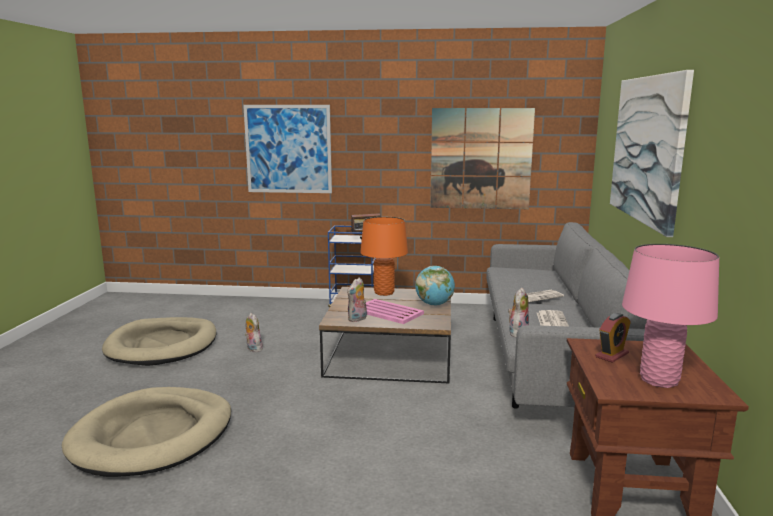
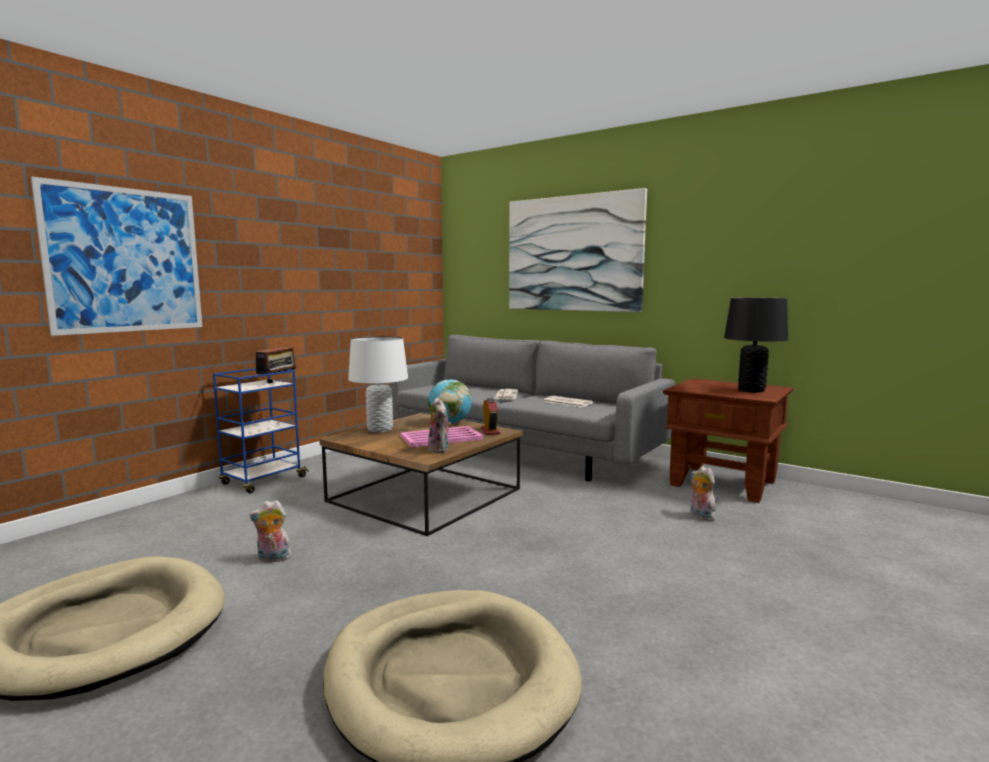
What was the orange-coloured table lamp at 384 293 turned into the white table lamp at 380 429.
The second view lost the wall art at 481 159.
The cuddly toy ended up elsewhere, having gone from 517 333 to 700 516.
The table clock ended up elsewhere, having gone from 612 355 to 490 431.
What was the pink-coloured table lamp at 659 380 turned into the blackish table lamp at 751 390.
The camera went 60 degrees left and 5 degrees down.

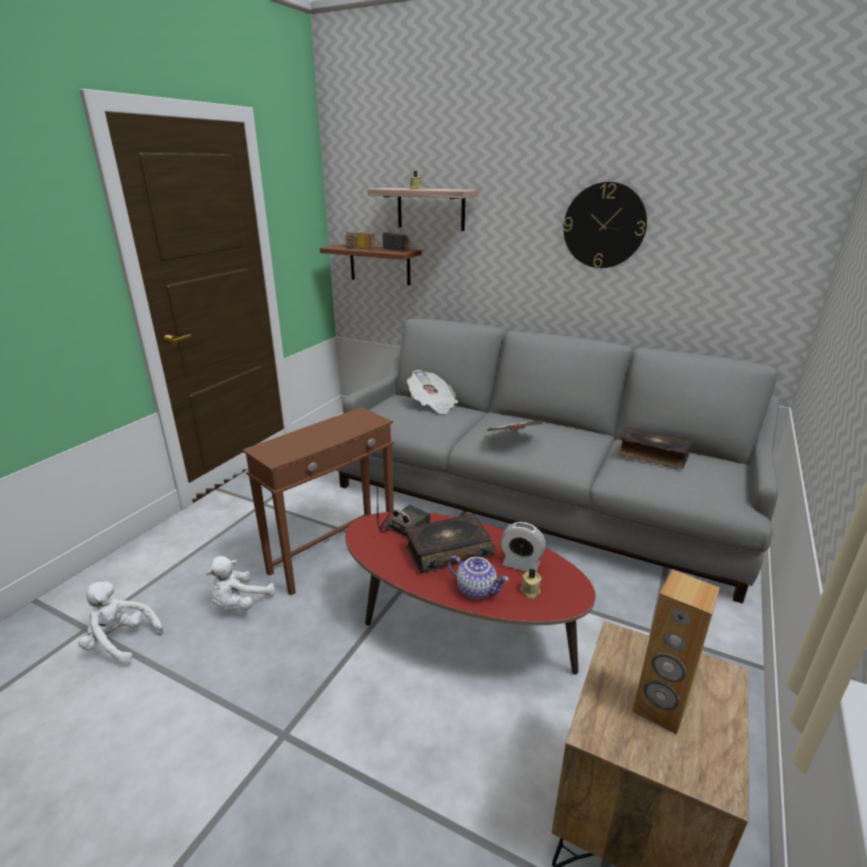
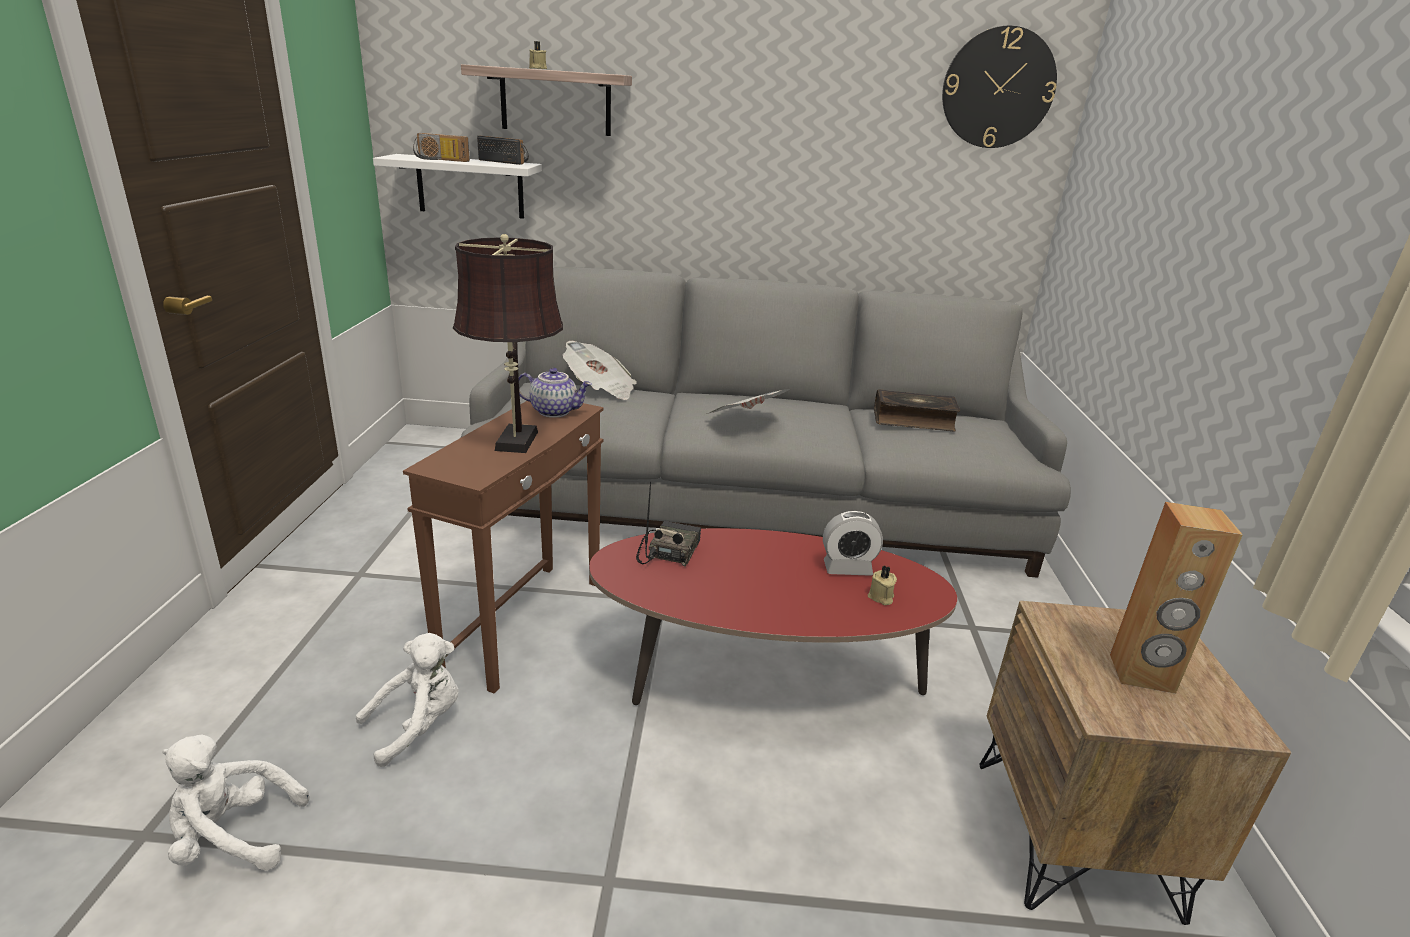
The white cuddly toy at 240 604 ended up facing another way, 135 degrees counterclockwise from before.
What was the brown wall shelf at 380 264 turned into the white wall shelf at 470 187.
The second view lost the book at 448 551.
The pot for tea ended up elsewhere, having gone from 477 590 to 555 411.
The clock on the wall ended up elsewhere, having gone from 604 226 to 998 88.
The second view gained the brown table lamp at 515 443.
The camera went 25 degrees left and 0 degrees up.

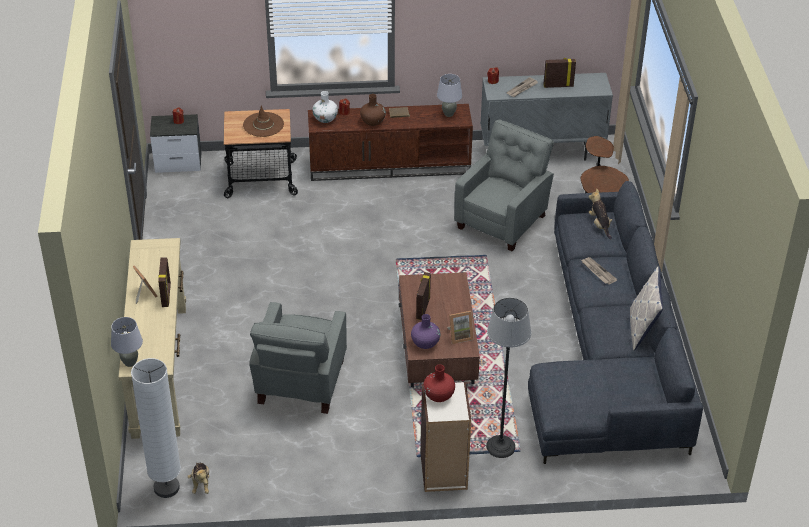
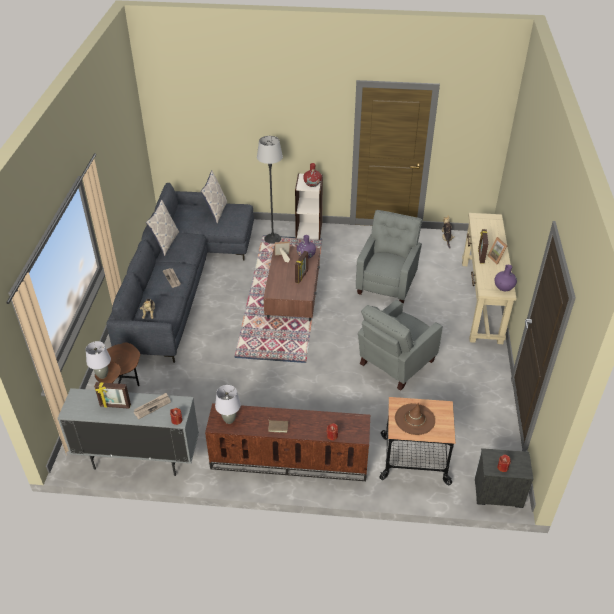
The gray table lamp ended up elsewhere, having gone from 130 363 to 102 375.
The second view lost the white floor lamp at 166 488.
The second view lost the white flower vase at 325 119.
The second view lost the brown flower vase at 372 121.
The gray armchair ended up elsewhere, having gone from 503 220 to 395 363.
The second view gained the cushion at 216 212.
The second view gained the purple flower vase at 503 287.
The camera went 170 degrees left and 0 degrees up.

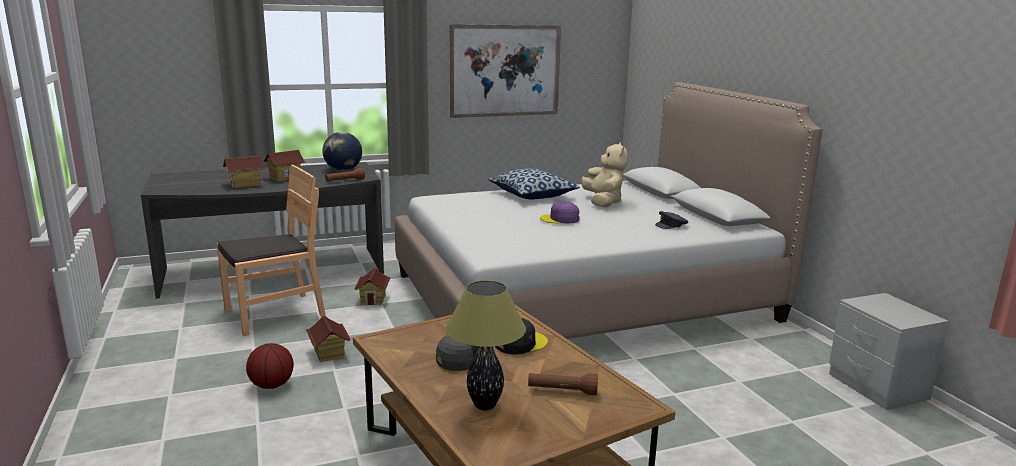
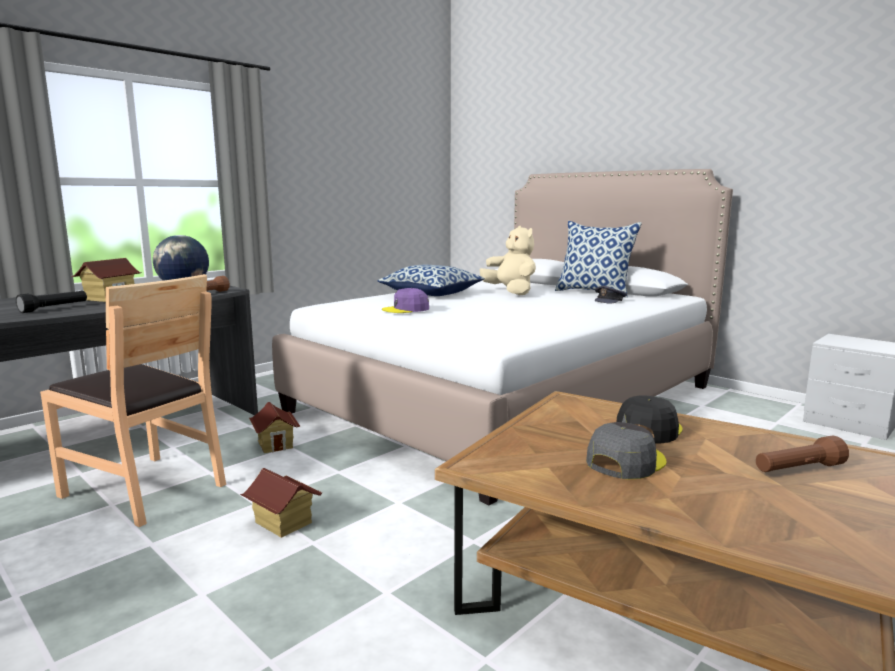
The brown chair at 274 313 ended up facing another way, 90 degrees clockwise from before.
Where the toy house stood at 245 184, the blackish torch came to stand at 54 308.
The second view lost the ball for basketball at 272 385.
The second view lost the table lamp at 485 405.
The second view lost the wall art at 505 71.
The purple baseball cap ended up elsewhere, having gone from 560 219 to 406 309.
The second view gained the cushion at 594 292.
The camera went 25 degrees left and 5 degrees down.

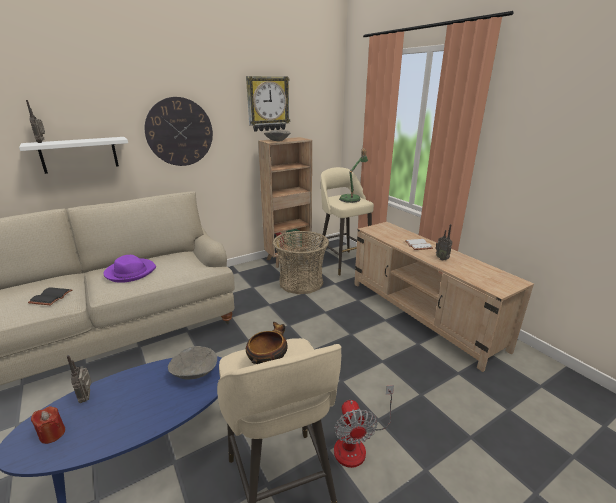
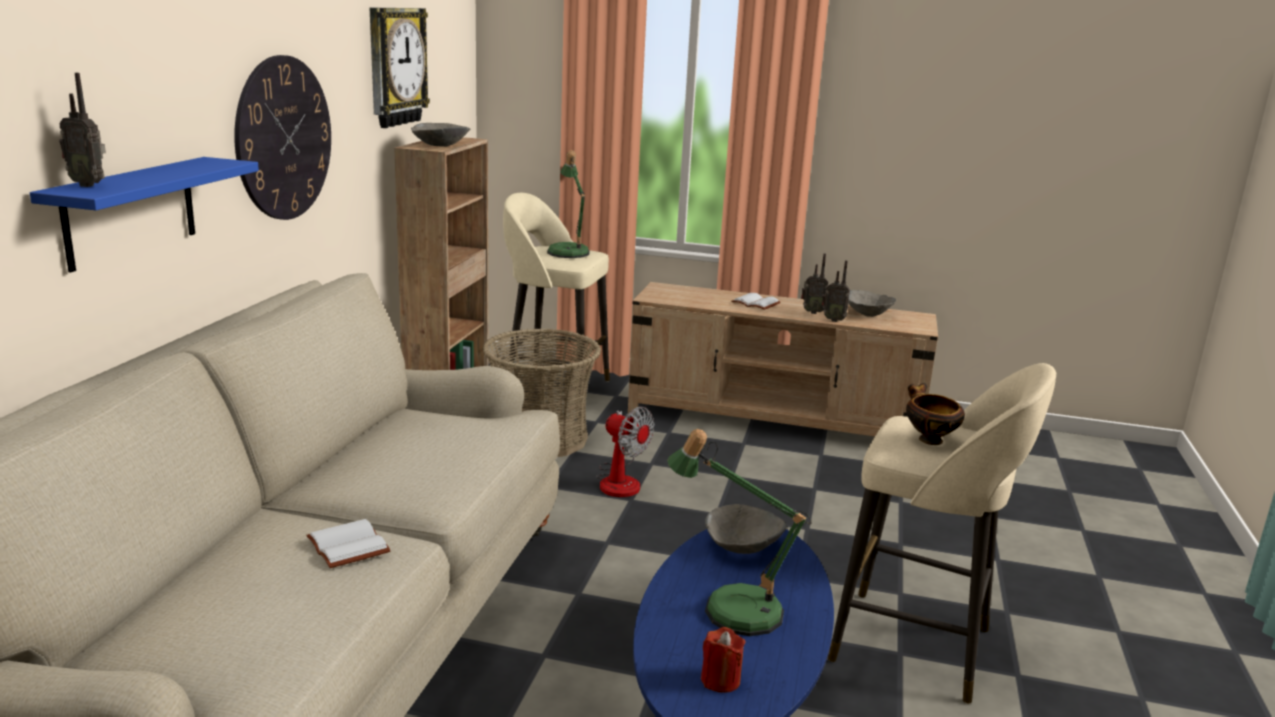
What was the white wall shelf at 79 154 turned into the blue-coloured wall shelf at 131 212.
What was the blackish book at 51 297 turned into the white book at 345 546.
The radio ended up elsewhere, having gone from 87 397 to 833 320.
The second view lost the purple hat at 130 272.
The cooling fan ended up elsewhere, having gone from 357 444 to 620 480.
The second view gained the table lamp at 732 606.
The second view gained the gray serving bowl at 867 314.
The camera went 45 degrees left and 5 degrees down.

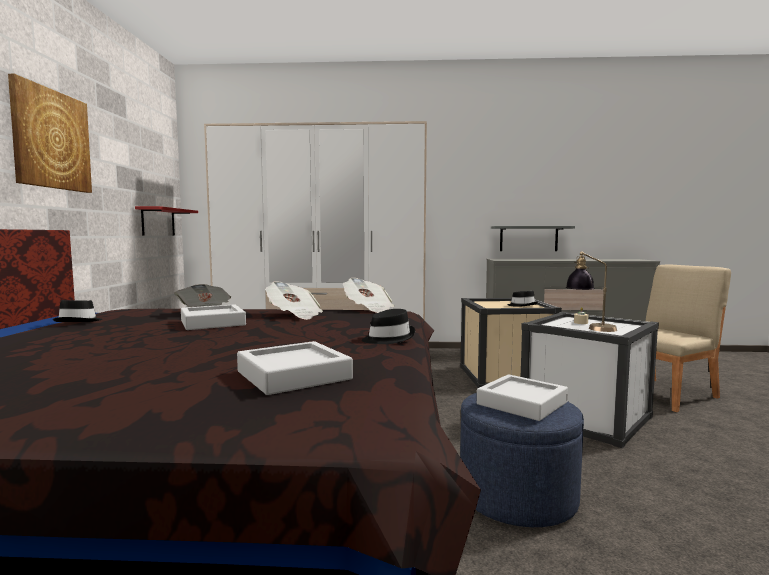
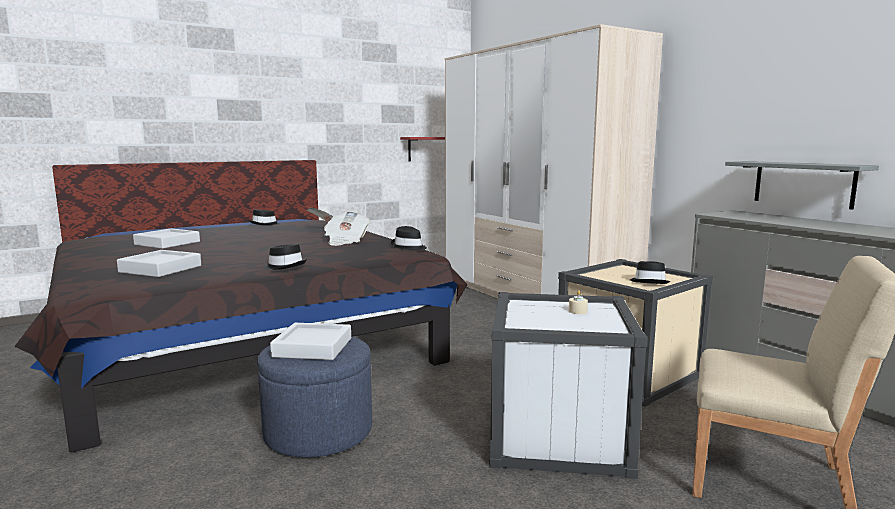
The second view lost the wall art at 51 139.
The gray carrying tray ended up elsewhere, having gone from 212 323 to 167 243.
Where the printed paper stood at 368 309, the blackish hat came to stand at 409 247.
The second view lost the table lamp at 590 328.
The camera went 55 degrees right and 5 degrees up.

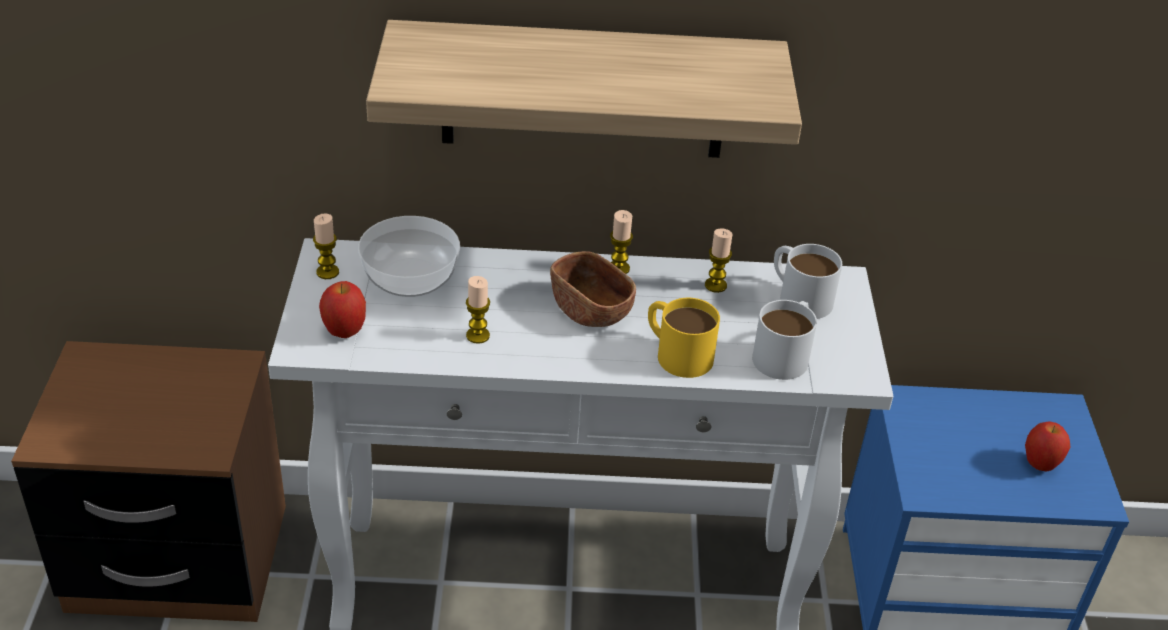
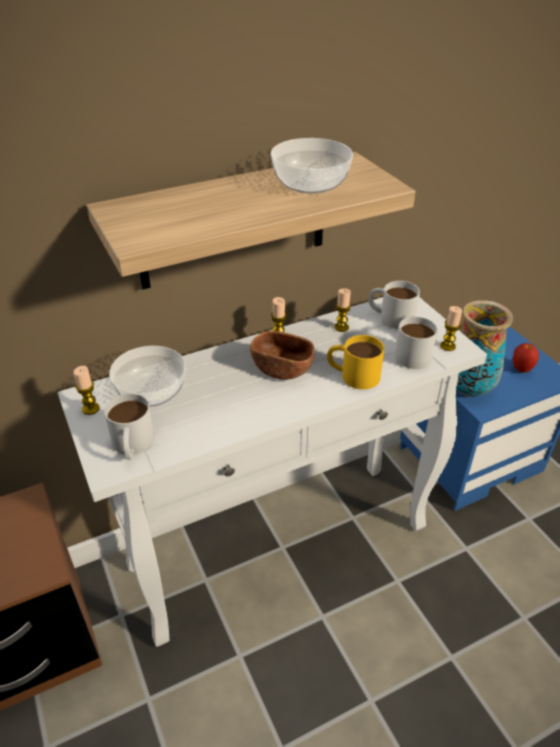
Where the whole apple stood at 345 332, the white tea mug came to stand at 132 446.
The wax candle ended up elsewhere, having gone from 478 335 to 447 346.
The second view gained the serving bowl at 309 183.
The second view gained the flower vase at 467 389.
The camera went 25 degrees left and 0 degrees up.

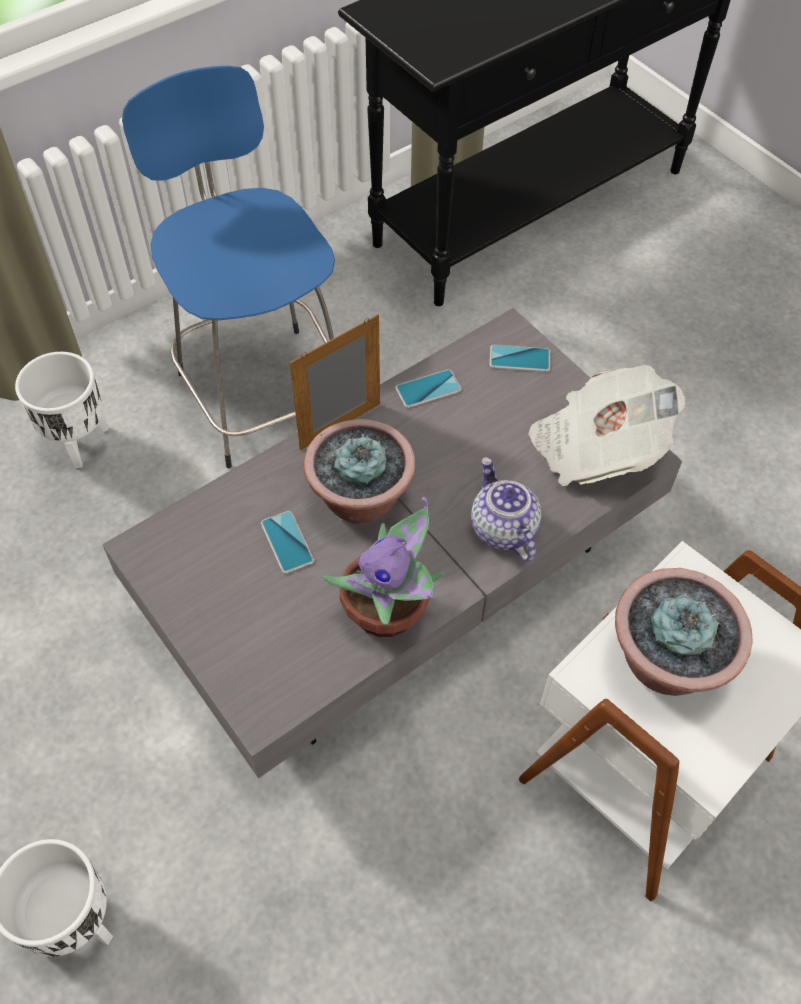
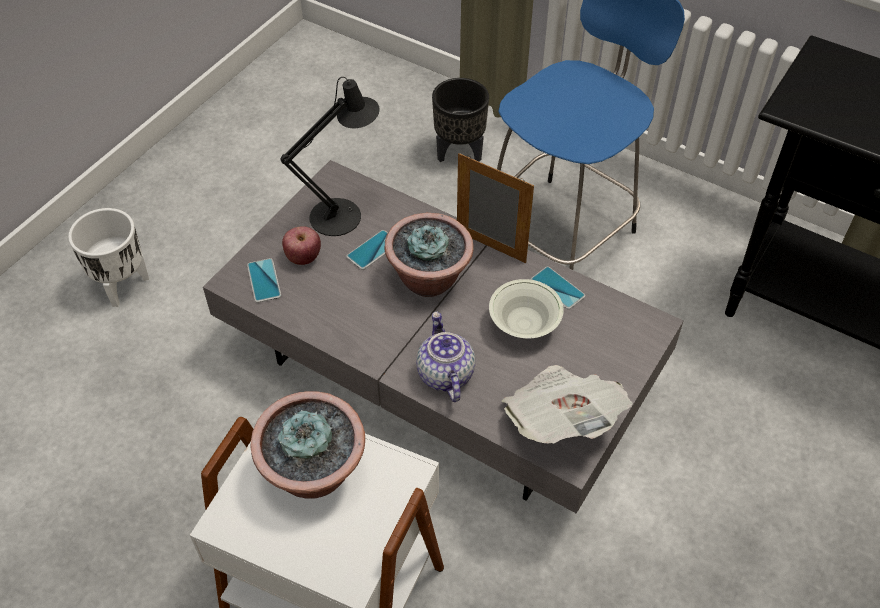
What was the white plant pot at 78 442 turned into the blackish plant pot at 459 152.
The second view lost the houseplant at 388 613.
The pot for tea at 502 528 ended up facing another way, 60 degrees counterclockwise from before.
The handset ended up elsewhere, having gone from 519 359 to 264 281.
The second view gained the blackish table lamp at 343 214.
The second view gained the whole apple at 303 257.
The second view gained the white serving bowl at 524 325.
The camera went 70 degrees right and 5 degrees down.

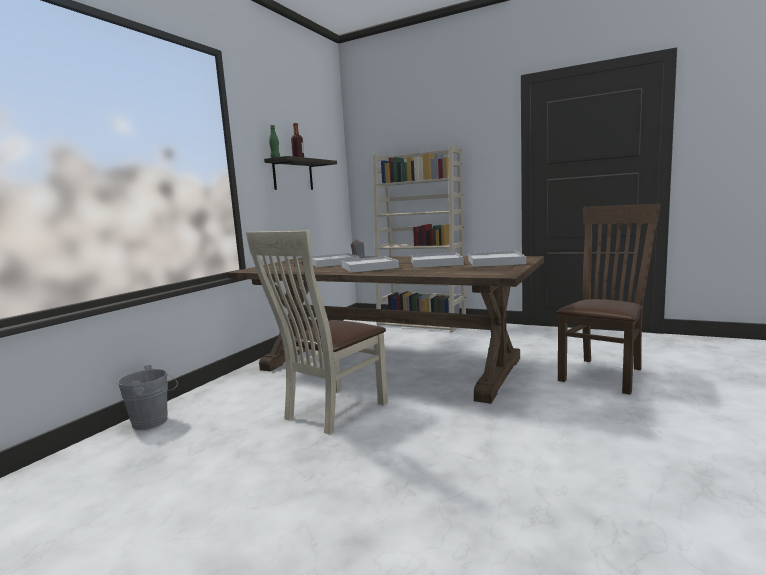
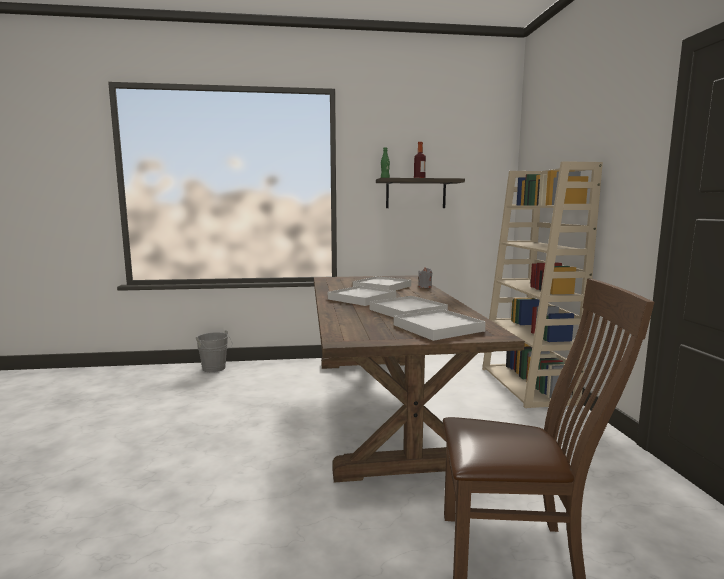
The second view lost the beige chair at 330 412.
The camera went 55 degrees right and 0 degrees up.

